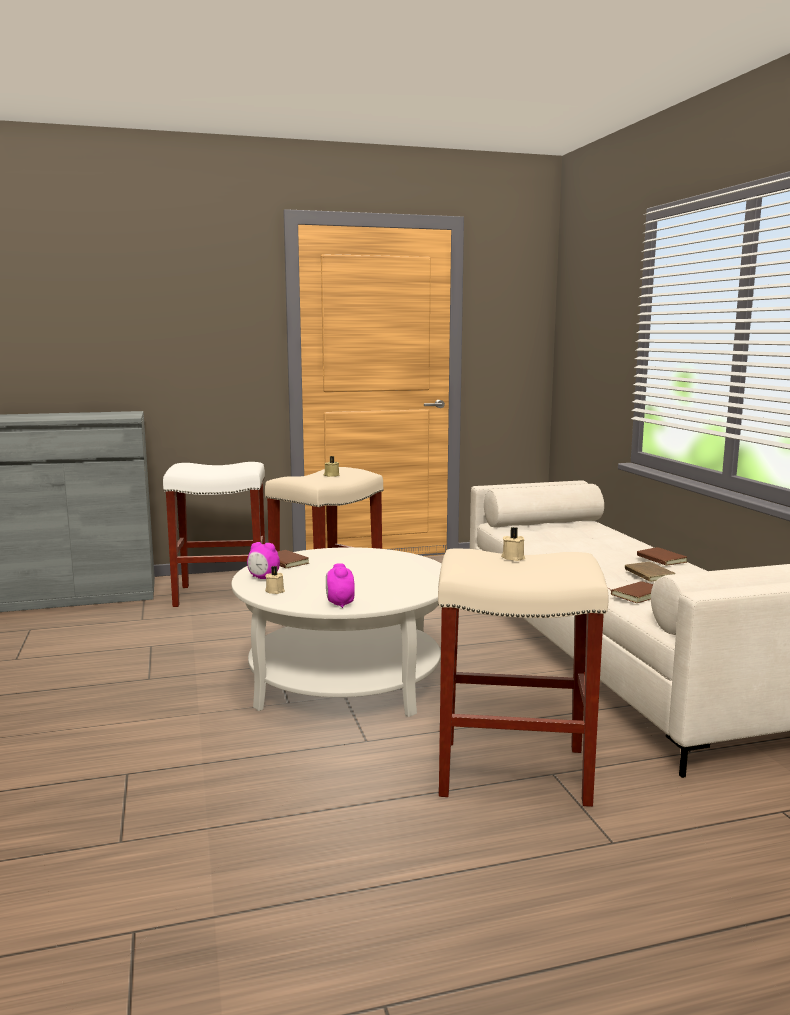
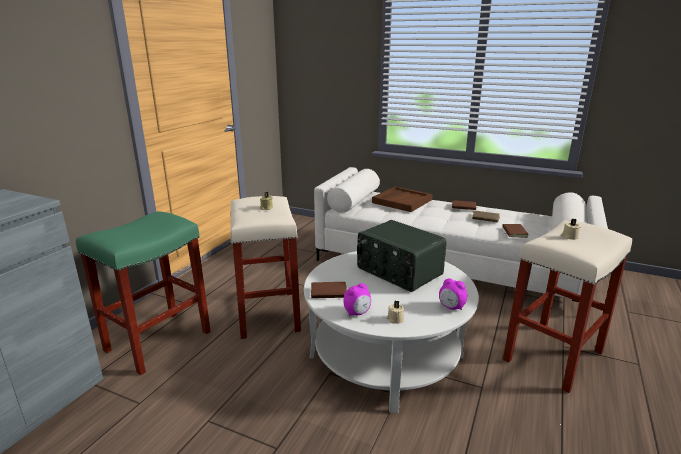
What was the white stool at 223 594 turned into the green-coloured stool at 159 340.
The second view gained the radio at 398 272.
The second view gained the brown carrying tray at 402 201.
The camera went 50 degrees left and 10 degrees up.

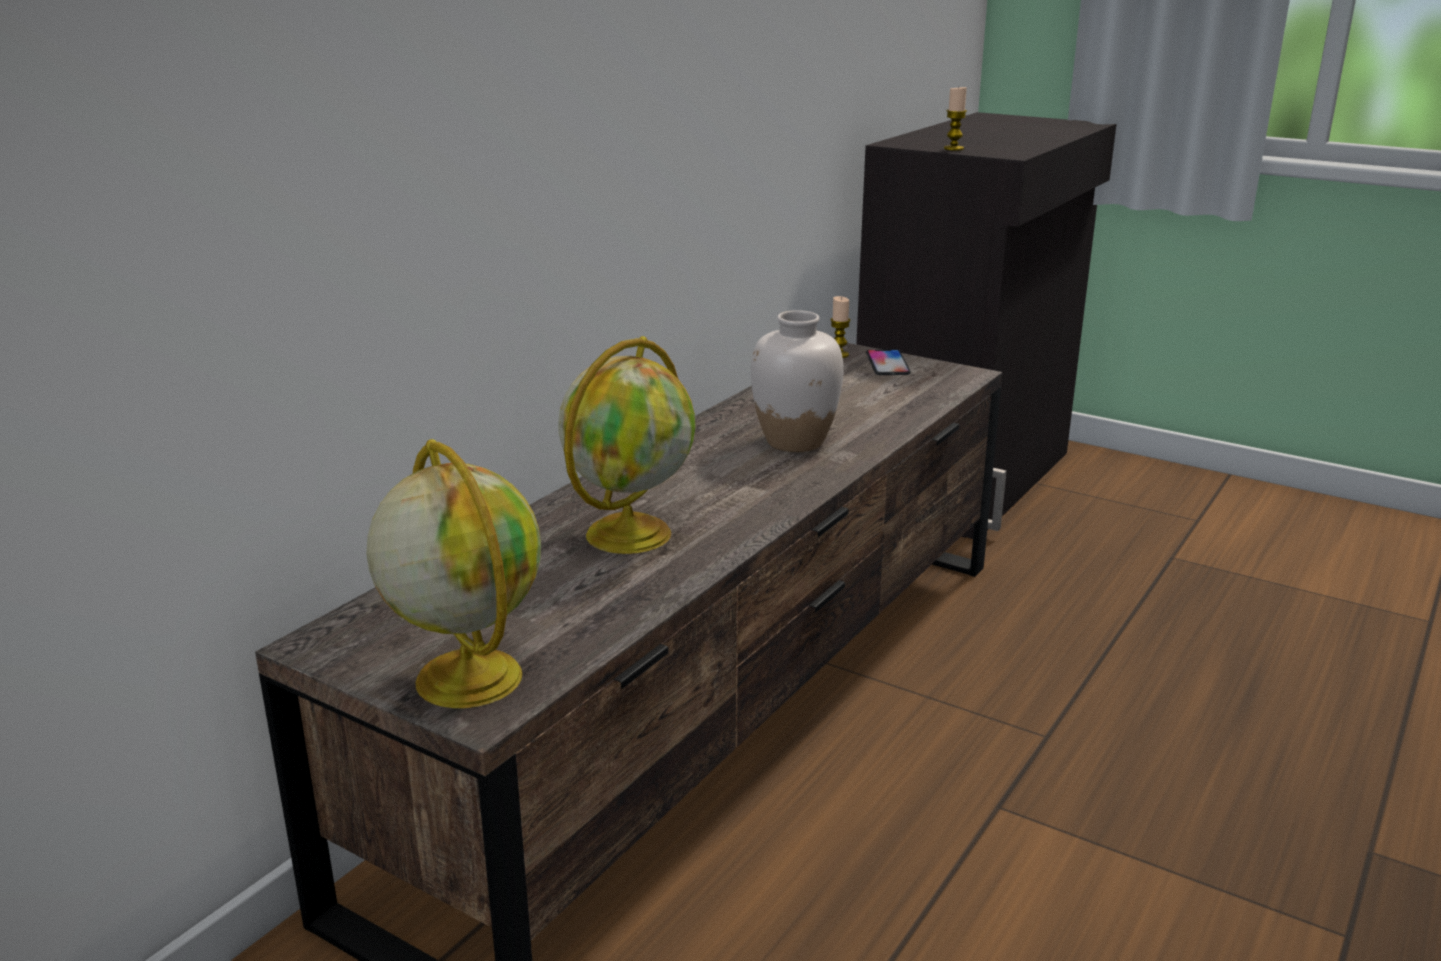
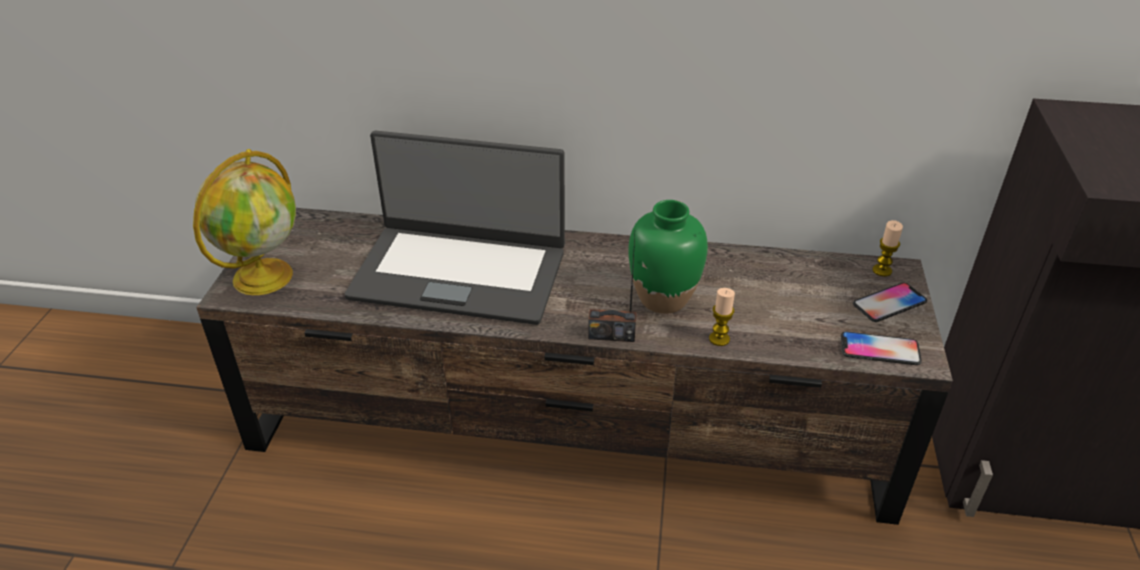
Where the desk globe stood at 629 533, the laptop came to stand at 459 273.
What was the white flower vase at 795 442 turned into the green-coloured flower vase at 663 299.
The wax candle ended up elsewhere, having gone from 953 148 to 719 339.
The second view gained the radio at 611 335.
The second view gained the handset at 879 350.
The camera went 65 degrees right and 15 degrees up.

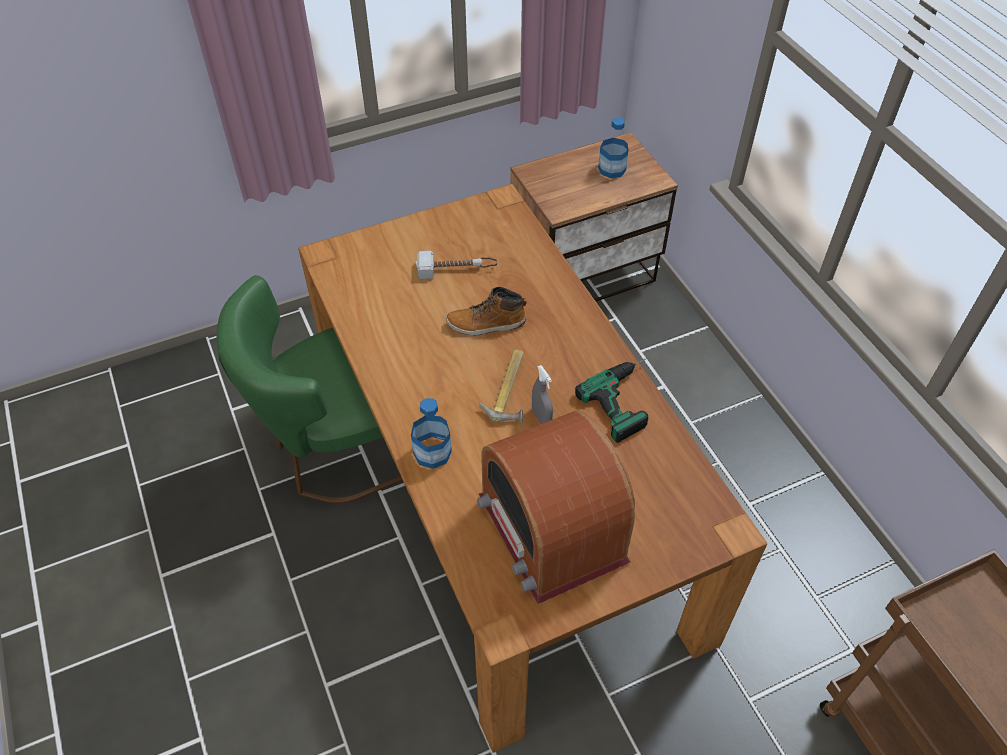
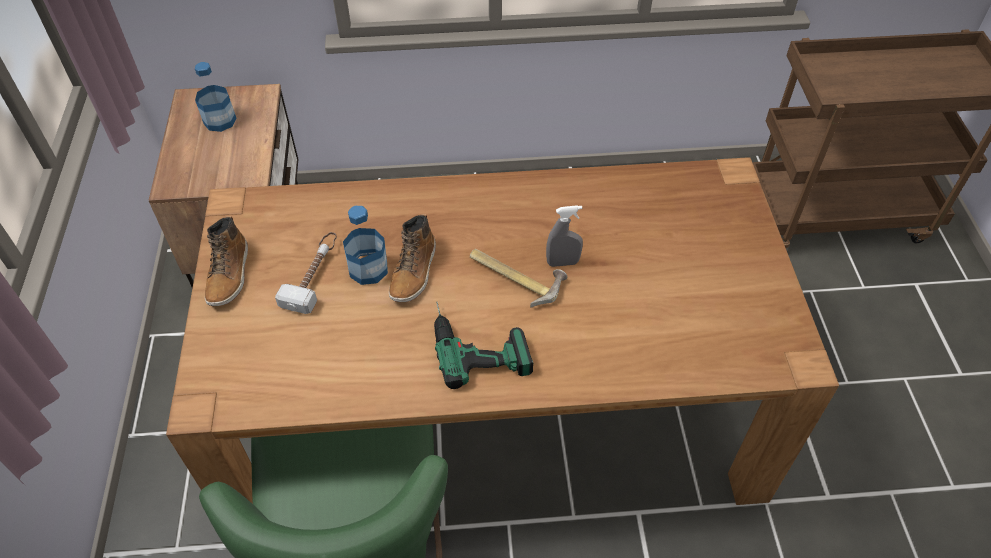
The bottle ended up elsewhere, having gone from 432 452 to 368 269.
The second view lost the radio at 551 530.
The power drill ended up elsewhere, having gone from 628 399 to 478 341.
The second view gained the tall boot at 229 274.
The camera went 70 degrees left and 0 degrees up.

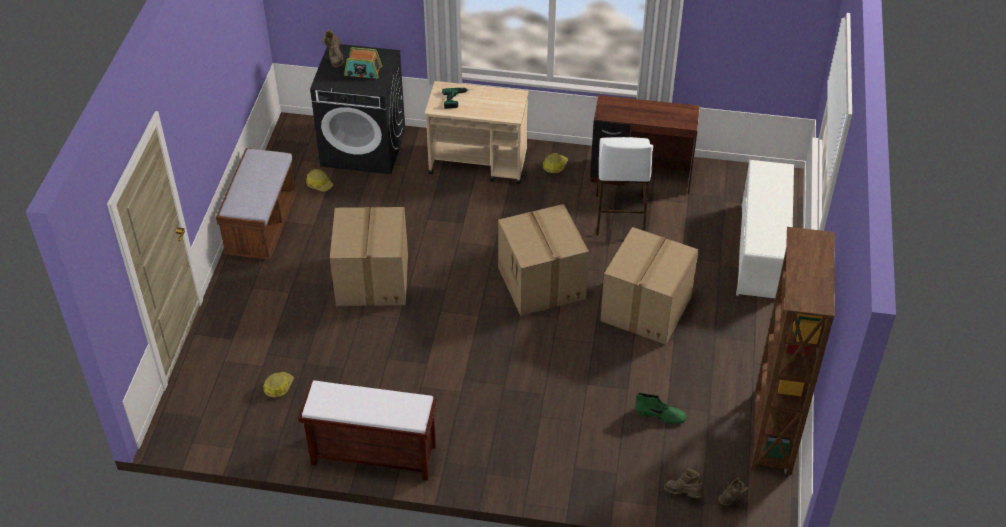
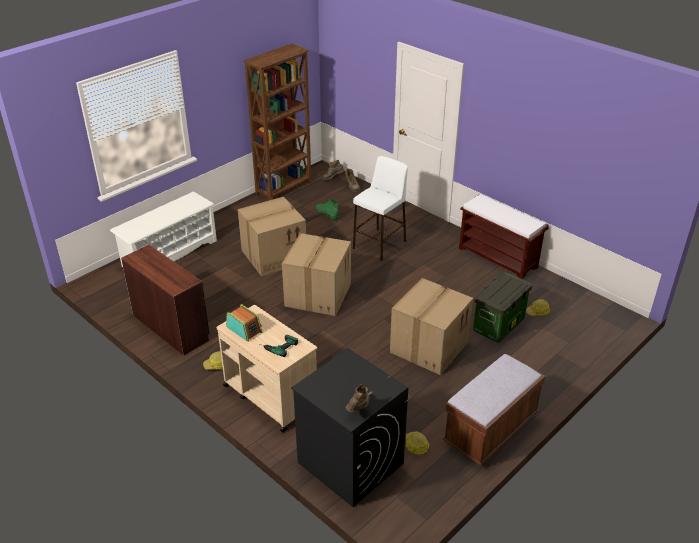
The radio ended up elsewhere, having gone from 363 71 to 244 329.
The white stool ended up elsewhere, having gone from 619 216 to 379 244.
The second view gained the storage box at 498 325.
The camera went 145 degrees left and 10 degrees down.

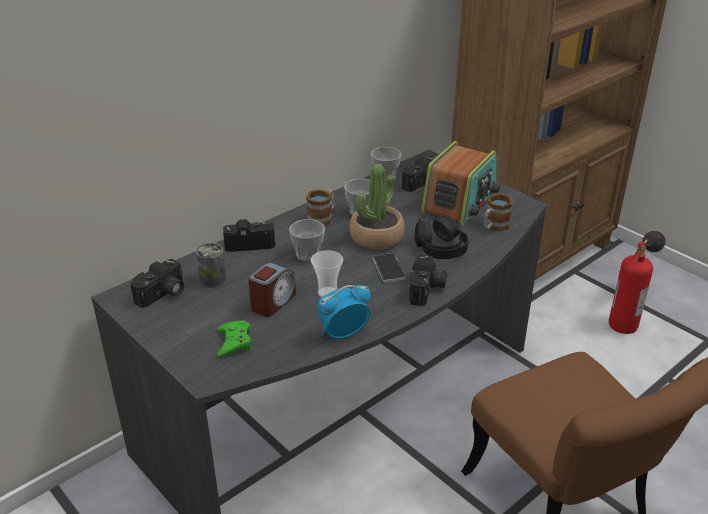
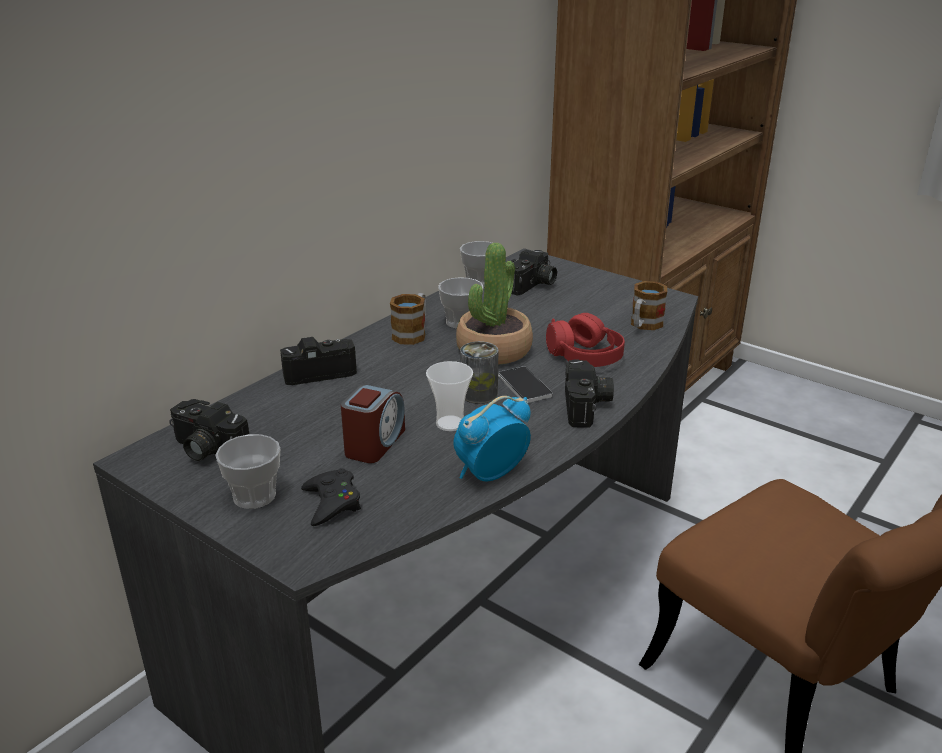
The photo camera at 163 294 ended up facing another way, 90 degrees clockwise from before.
The sealed can ended up elsewhere, having gone from 213 280 to 479 394.
What was the green-coloured gamepad at 234 342 turned into the blackish gamepad at 332 503.
The cup ended up elsewhere, having gone from 308 254 to 254 496.
What was the blackish headphones at 440 248 turned into the reddish headphones at 585 356.
The second view lost the radio at 460 202.
The second view lost the fire extinguisher at 630 310.
The camera went 10 degrees left and 5 degrees down.

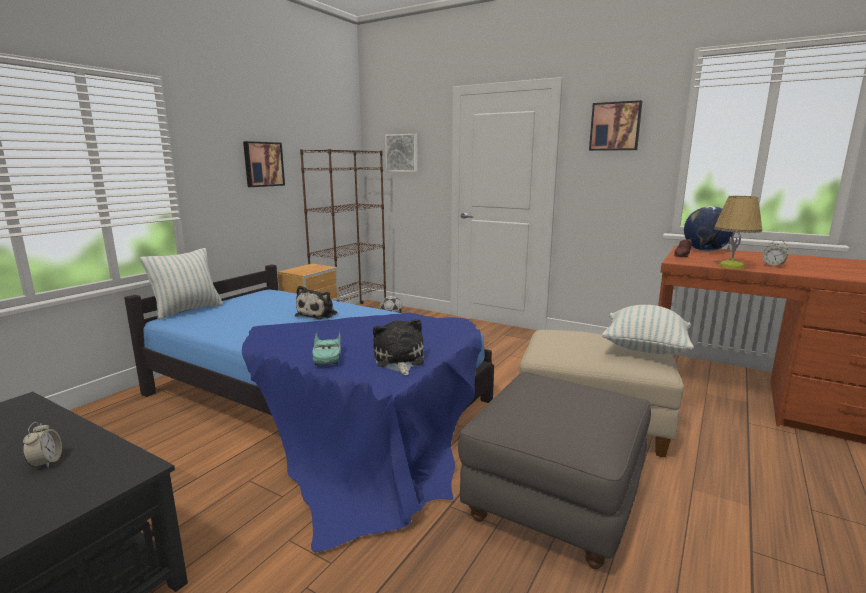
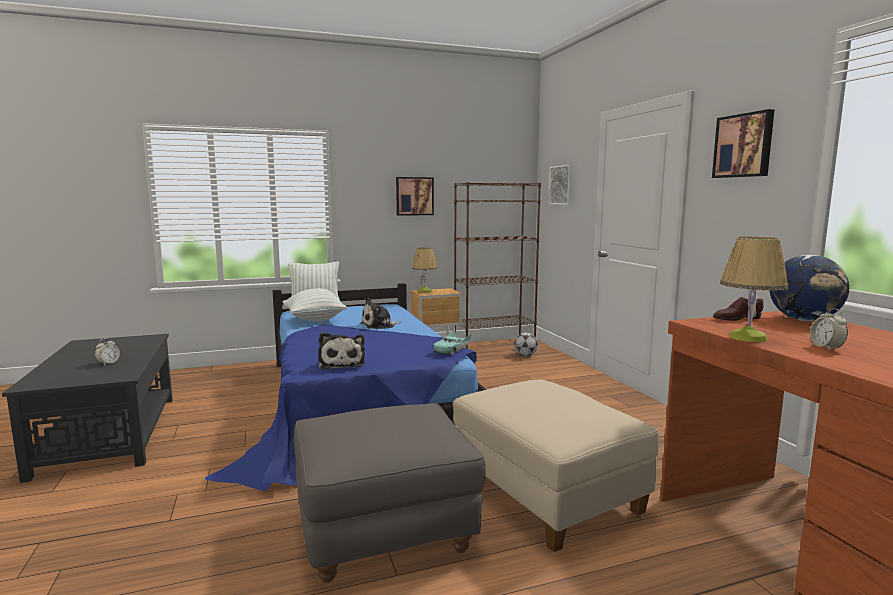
The blue-green toy car ended up elsewhere, having gone from 327 356 to 452 350.
The cuddly toy at 399 360 ended up facing another way, 135 degrees clockwise from before.
The cushion ended up elsewhere, having gone from 644 350 to 314 320.
The second view gained the table lamp at 424 291.
The camera went 40 degrees right and 5 degrees down.

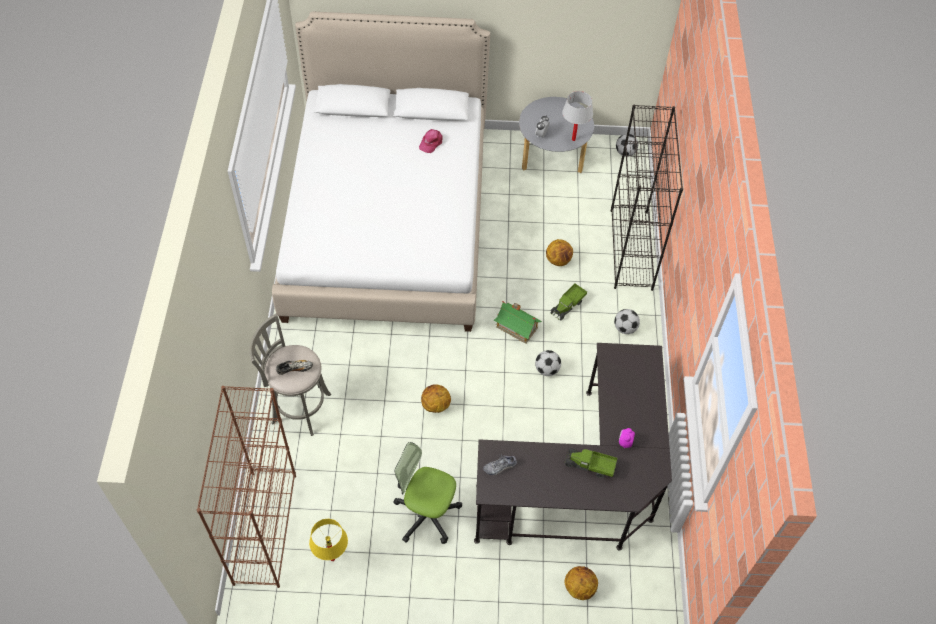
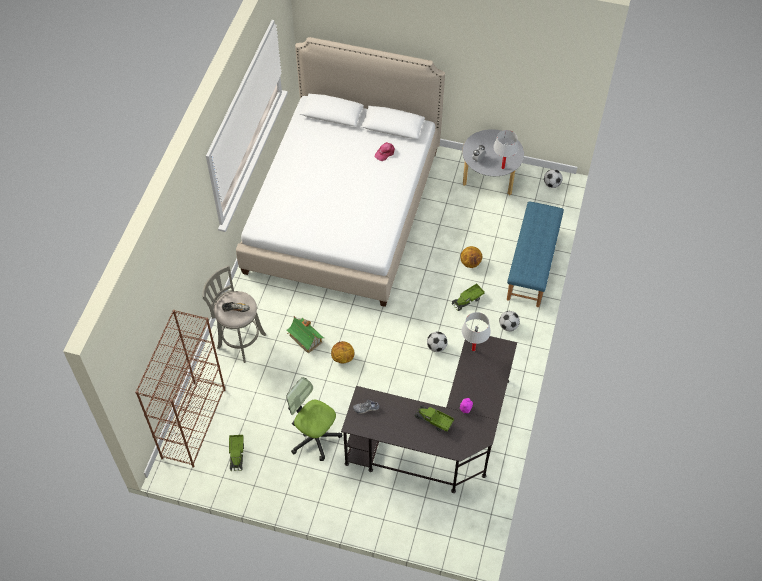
Where the yellow table lamp stood at 332 559, the toy truck came to stand at 237 455.
The toy house ended up elsewhere, having gone from 516 327 to 305 338.
The second view lost the ball for basketball at 579 588.
Where the blackish shelving unit stood at 631 250, the blue-coloured long seat came to stand at 532 265.
The second view gained the white table lamp at 473 349.
The camera went 15 degrees right and 0 degrees up.

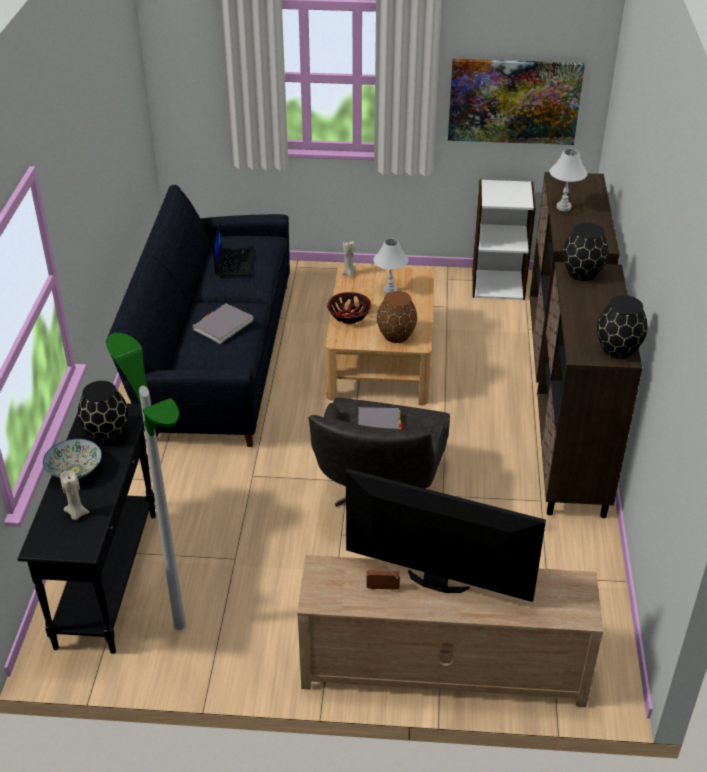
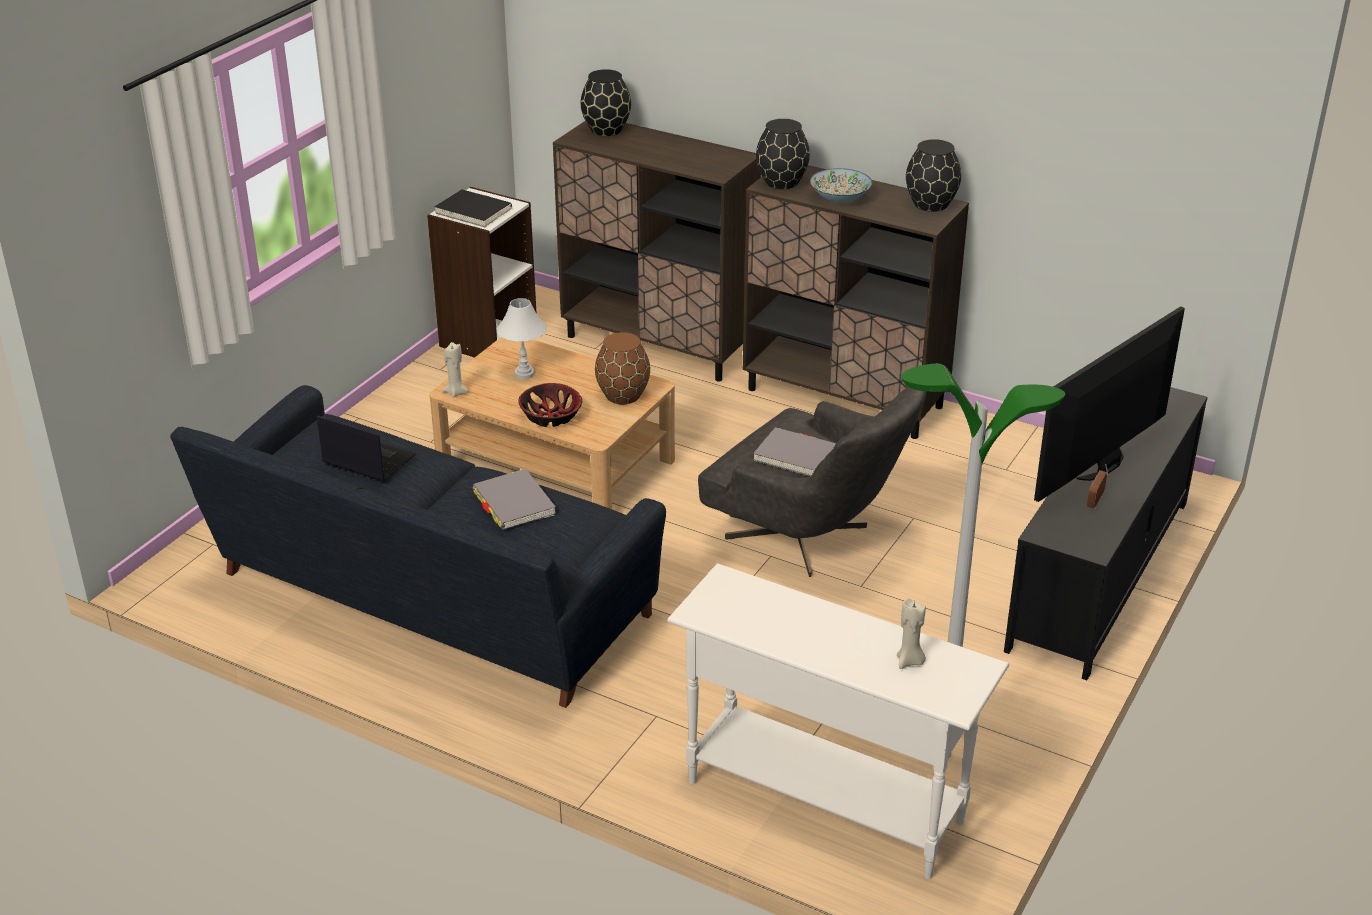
What was the blackish console table at 108 578 turned into the white console table at 823 801.
The serving bowl ended up elsewhere, having gone from 75 471 to 840 198.
The blackish flower vase ended up elsewhere, having gone from 106 433 to 607 130.
What was the beige tv stand at 442 667 turned into the blackish tv stand at 1099 574.
The second view lost the wall art at 514 101.
The second view lost the white table lamp at 563 207.
The second view gained the blackish book at 473 211.
The camera went 65 degrees left and 5 degrees down.

